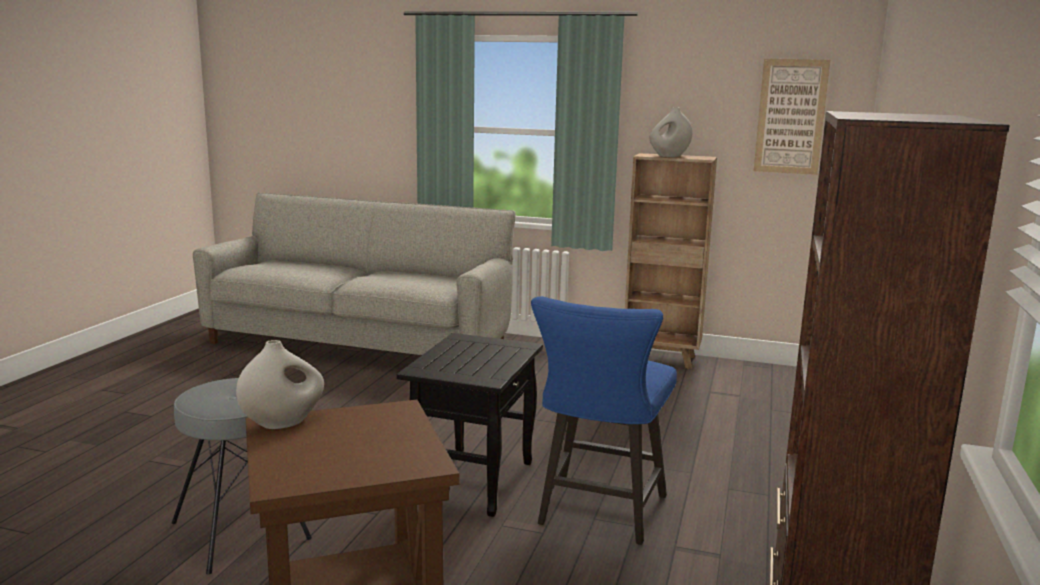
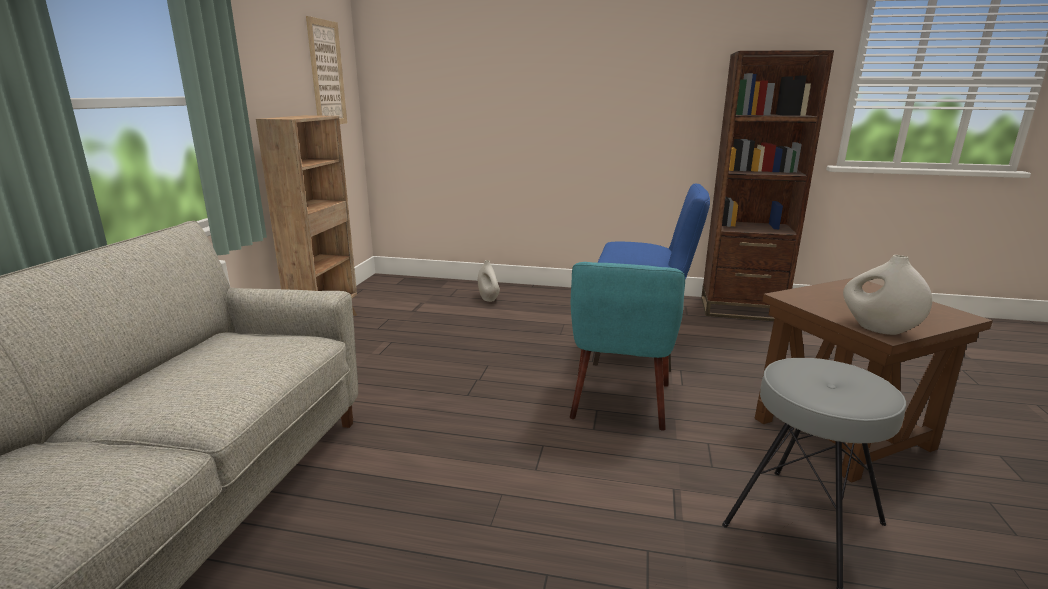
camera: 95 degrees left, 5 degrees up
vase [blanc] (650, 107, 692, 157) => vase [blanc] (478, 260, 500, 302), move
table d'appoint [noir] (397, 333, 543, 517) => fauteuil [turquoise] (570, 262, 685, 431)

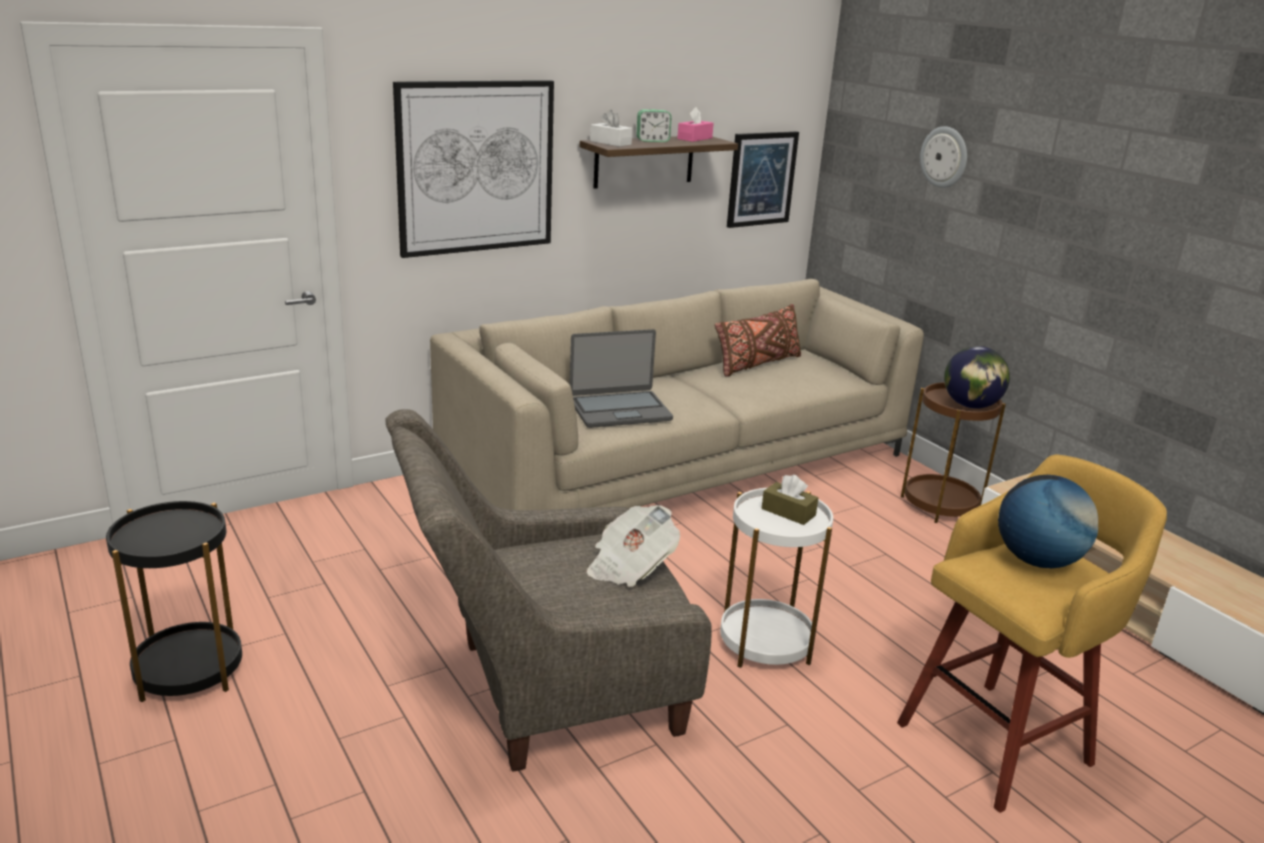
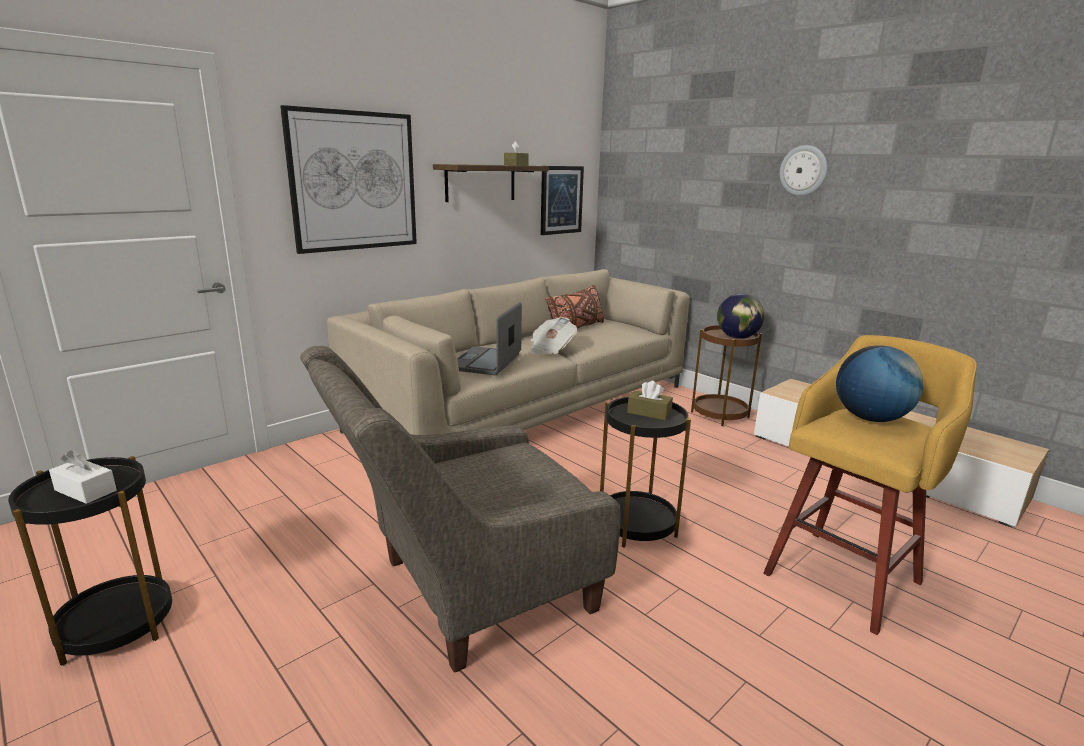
camera: 10 degrees left, 5 degrees down
réveil (637, 109, 672, 142) => nothing
journal (587, 505, 680, 587) => journal (529, 317, 577, 354), move
boîte à mouchoirs [blanc] (590, 110, 632, 147) => boîte à mouchoirs [blanc] (49, 450, 117, 504), move
horloge murale (920, 126, 967, 188) => horloge murale (780, 145, 827, 196), move
boîte à mouchoirs [rose] (677, 107, 714, 142) => boîte à mouchoirs [marron] (504, 141, 529, 165)
table d'appoint [blanc] (720, 488, 833, 668) => table d'appoint [noir] (600, 397, 691, 548)
ordinateur portable (569, 329, 673, 428) => ordinateur portable (457, 302, 522, 375), 135 degrees clockwise

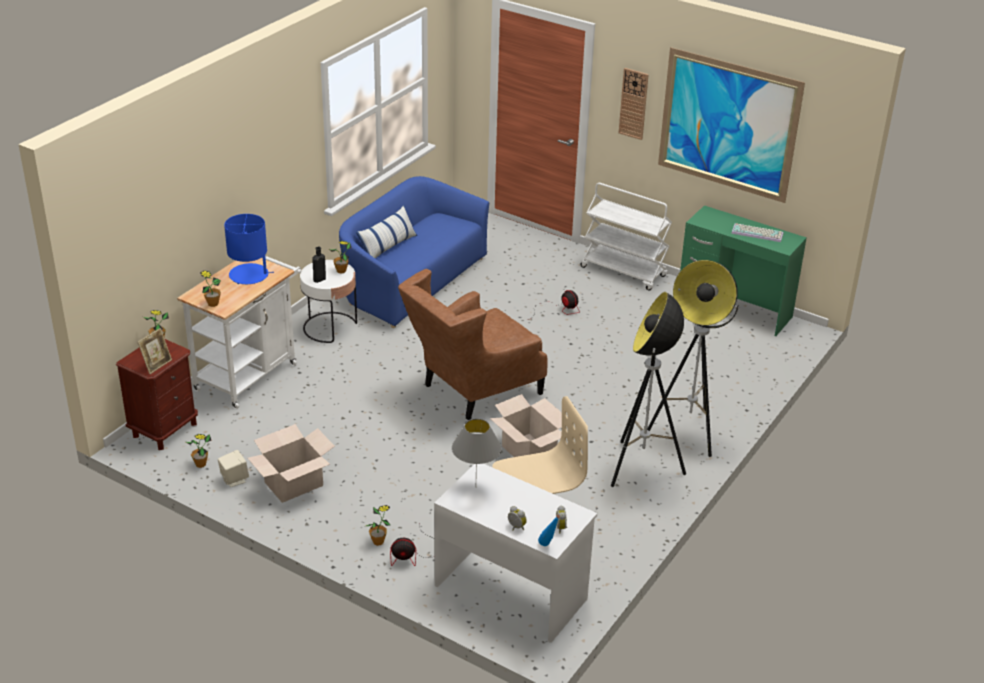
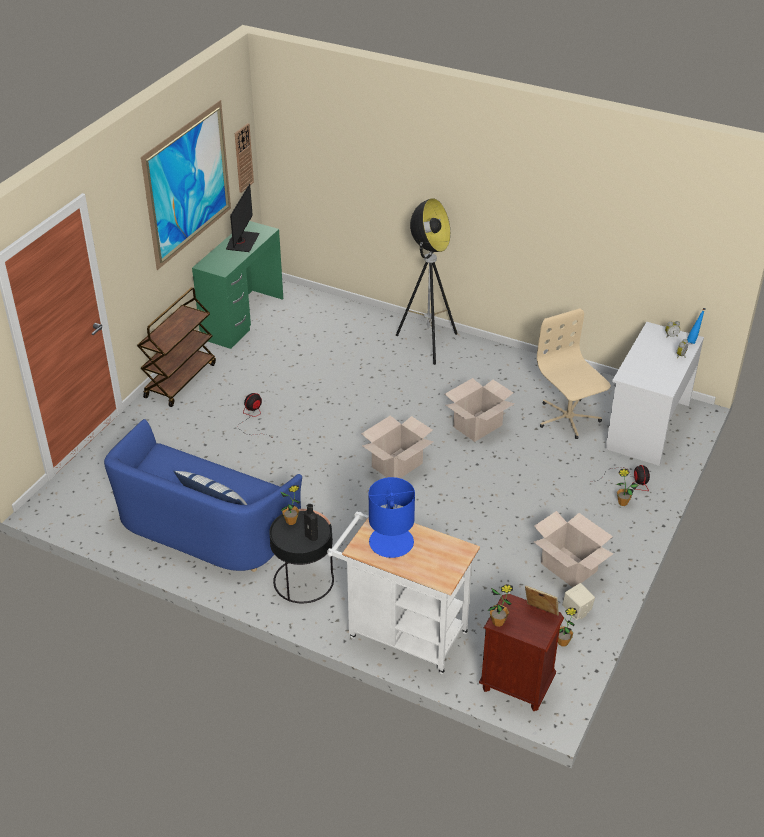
camera: 95 degrees left, 5 degrees up
plante en pot (200, 270, 221, 307) => nothing
lampe de table [gris] (452, 418, 502, 473) => nothing
lampadaire (611, 292, 686, 487) => nothing
horloge murale (619, 68, 649, 140) => horloge murale (235, 123, 254, 193), move
fauteuil [marron] (398, 269, 548, 420) => carton (361, 415, 434, 478)
clavier (731, 223, 783, 242) => écran d'ordinateur (226, 184, 260, 252)
table d'appoint [blanc] (300, 260, 357, 343) => table d'appoint [noir] (269, 509, 334, 603)
chariot [blanc] (580, 183, 672, 291) => chariot [marron] (137, 287, 216, 407)

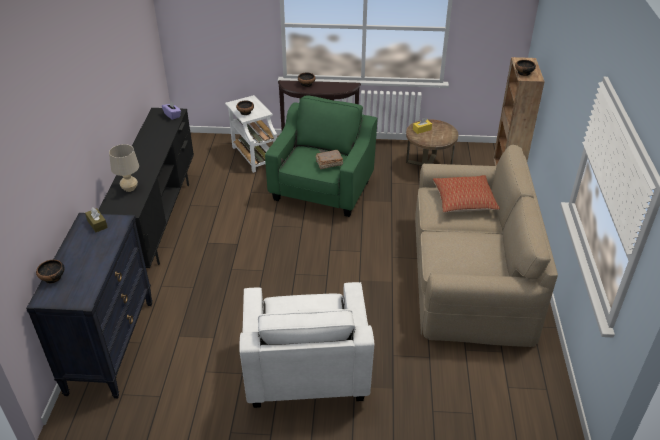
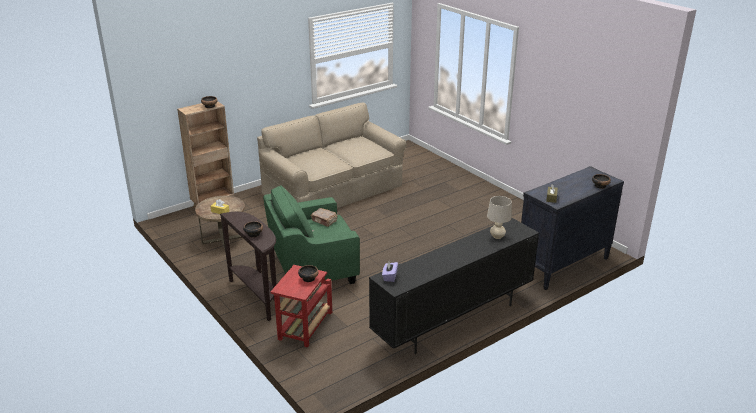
camera: 130 degrees left, 10 degrees down
fauteuil [blanc] (239, 282, 374, 408) => nothing
coussin (433, 175, 500, 213) => nothing
table d'appoint [blanc] (225, 95, 277, 173) => table d'appoint [rouge] (270, 265, 332, 347)

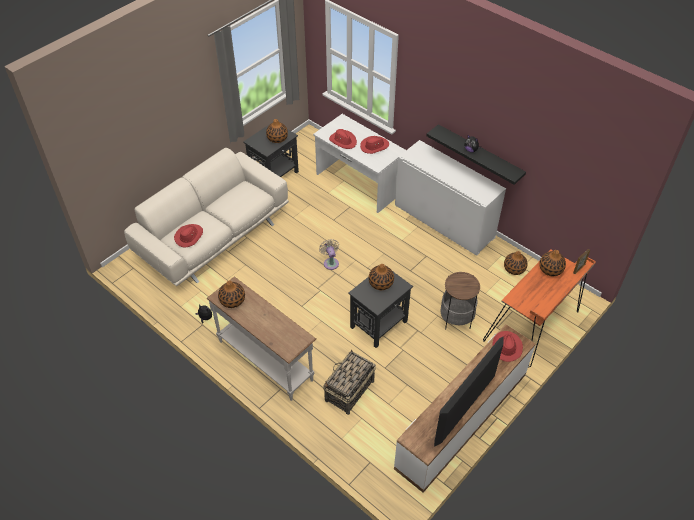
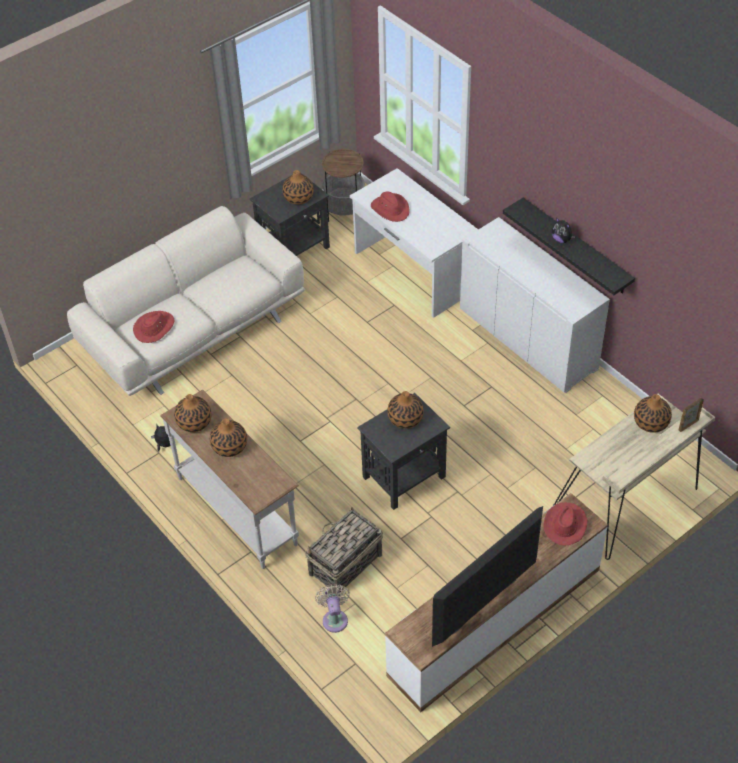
camera: 10 degrees right, 0 degrees up
chapeau [rouge] (360, 136, 389, 154) => nothing
ventilateur [beige] (319, 239, 339, 270) => ventilateur [beige] (315, 584, 350, 633), move
table d'appoint (441, 272, 480, 329) => table d'appoint (322, 149, 365, 222), move
vase (504, 251, 527, 275) => vase (210, 419, 247, 457), move
bureau [orange] (483, 250, 596, 367) => bureau [beige] (553, 394, 715, 560)

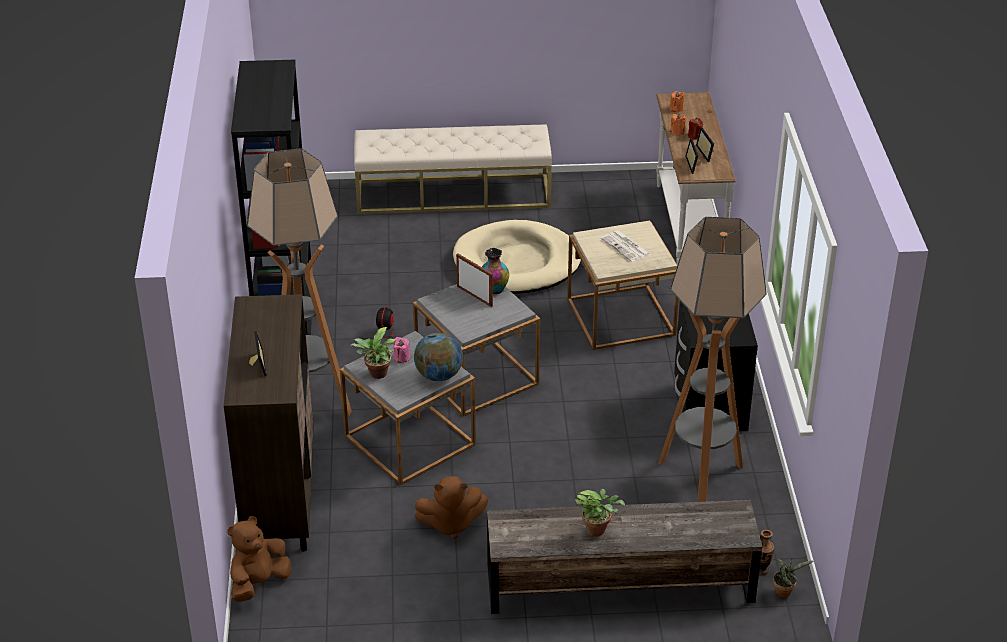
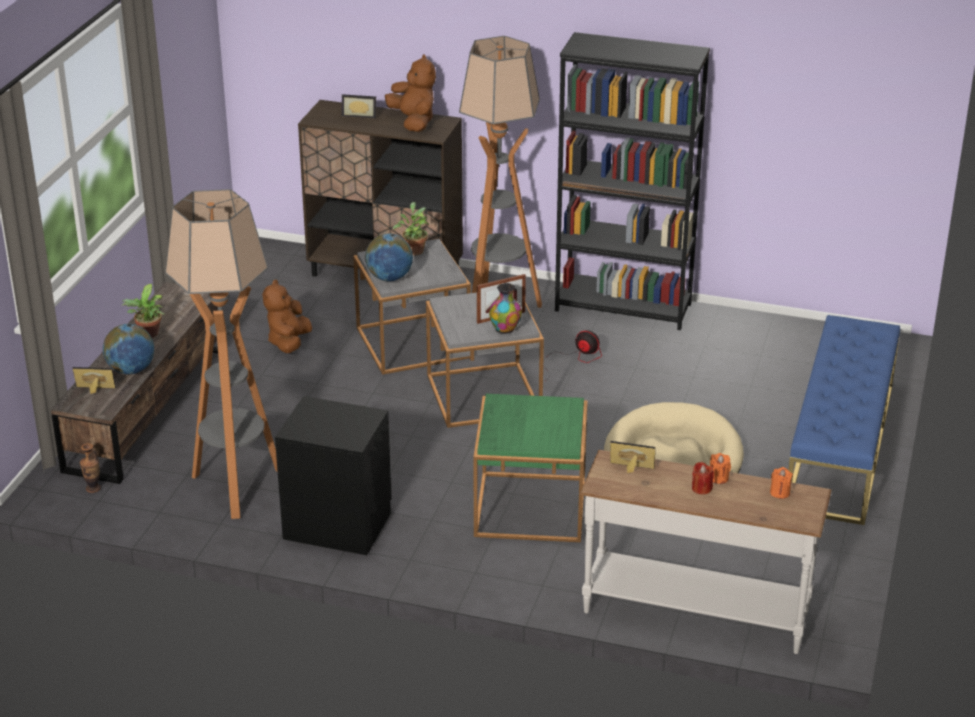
camera: 110 degrees right, 5 degrees down
bougie [rose] (393, 337, 410, 363) => nothing
journal (601, 230, 650, 262) => nothing
plante en pot (773, 557, 814, 598) => nothing
nothing => globe (103, 324, 154, 374)
peluche [marron] (227, 516, 291, 602) => peluche [marron] (385, 54, 436, 132), move
cadre photo (696, 127, 714, 162) => cadre photo (72, 367, 116, 394), move
banc [beige] (354, 124, 552, 214) => banc [bleu] (788, 315, 900, 525)
table d'appoint [beige] (567, 221, 679, 350) => table d'appoint [vert] (473, 394, 588, 542)

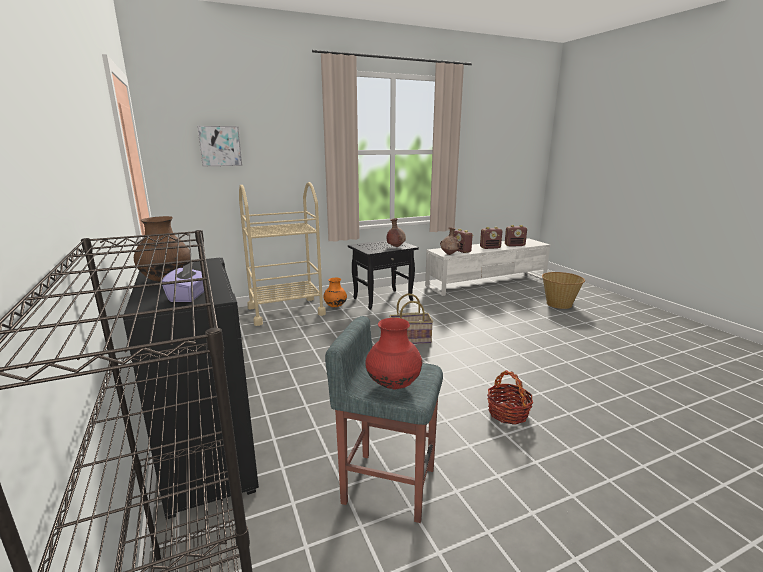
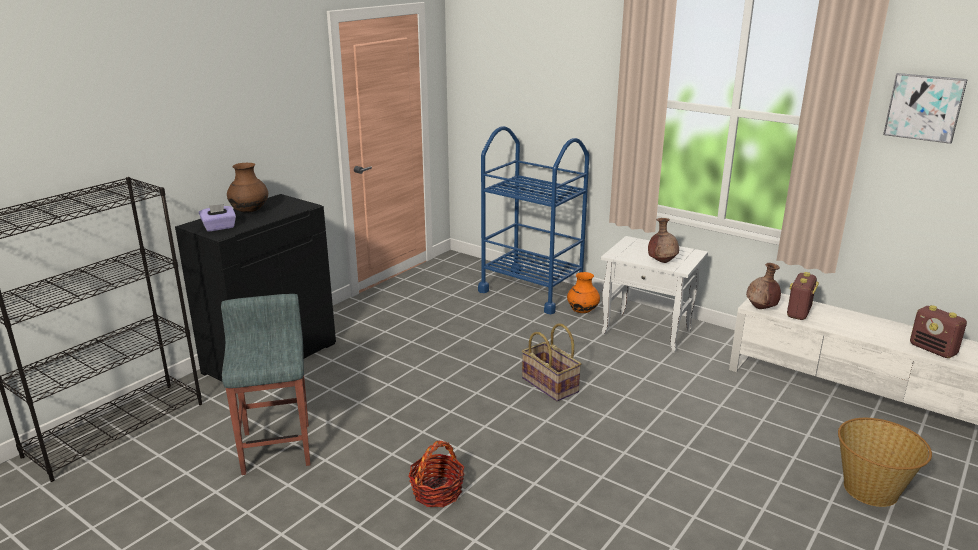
camera: 60 degrees right, 5 degrees up
vase [rouge] (365, 318, 422, 389) => nothing
radio (480, 227, 502, 249) => nothing
tableau (197, 126, 242, 166) => tableau (883, 73, 968, 144), move
chariot [beige] (239, 182, 326, 326) => chariot [bleu] (478, 126, 589, 314)
table d'appoint [noir] (348, 240, 419, 310) => table d'appoint [blanc] (601, 236, 708, 353)

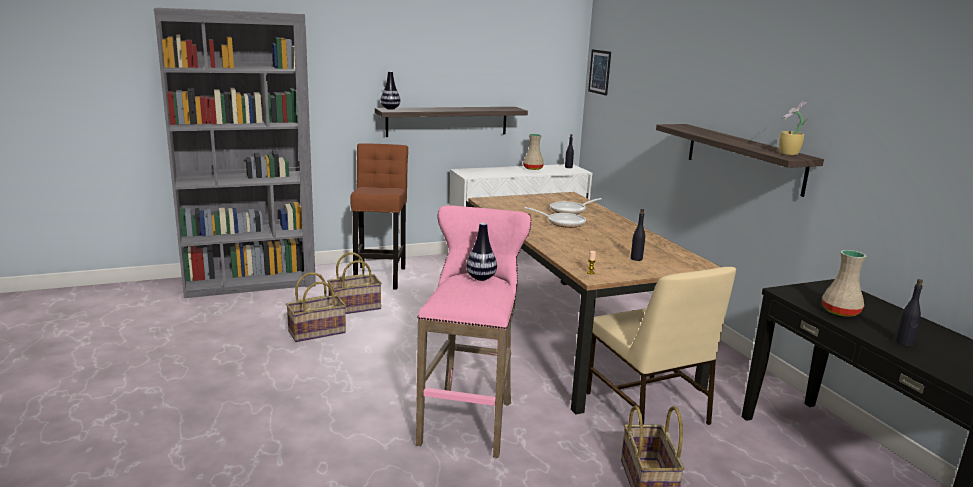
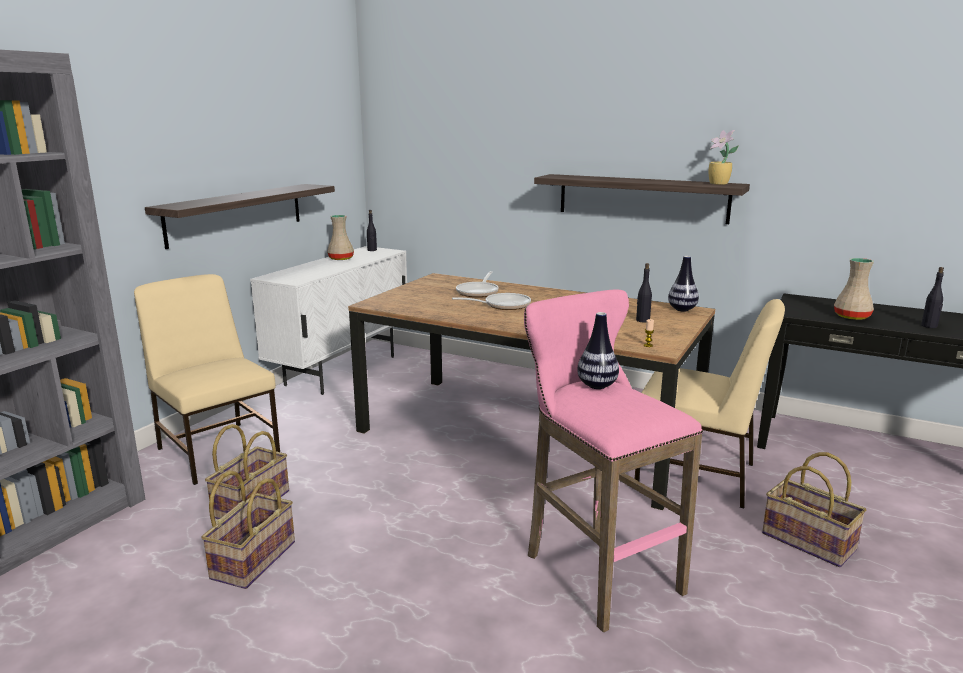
camera: 40 degrees left, 0 degrees up
tableau (588, 49, 611, 96) => nothing
vase (380, 71, 400, 110) => vase (668, 256, 699, 312), move
tabouret [marron] (350, 144, 408, 289) => chaise [beige] (134, 274, 280, 485)

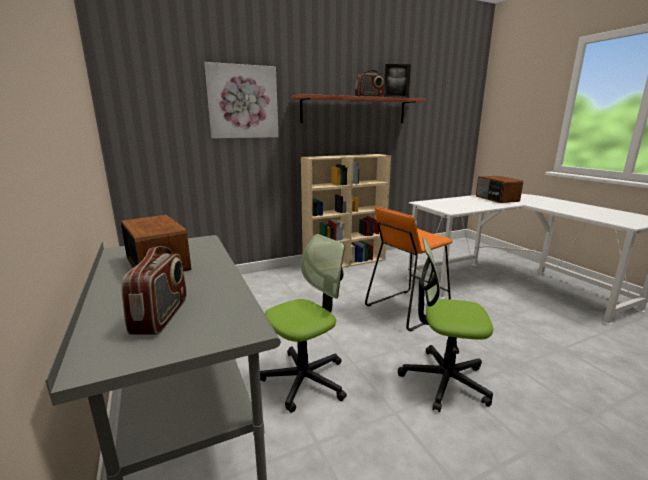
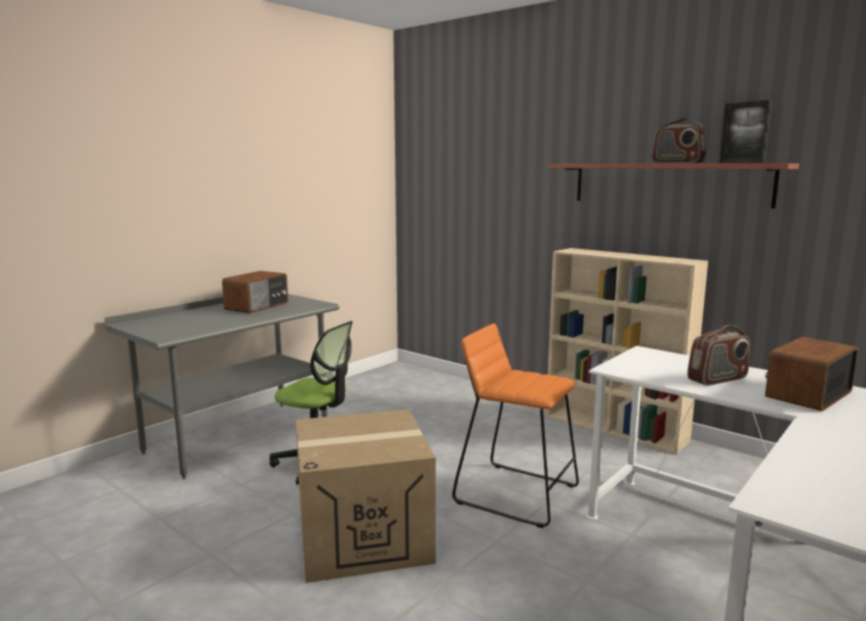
camera: 65 degrees right, 5 degrees down
tableau (204, 62, 279, 138) => nothing
radio (121, 246, 187, 335) => radio (687, 325, 750, 386), move
chaise de bureau (398, 237, 493, 412) => carton (296, 409, 436, 583)

